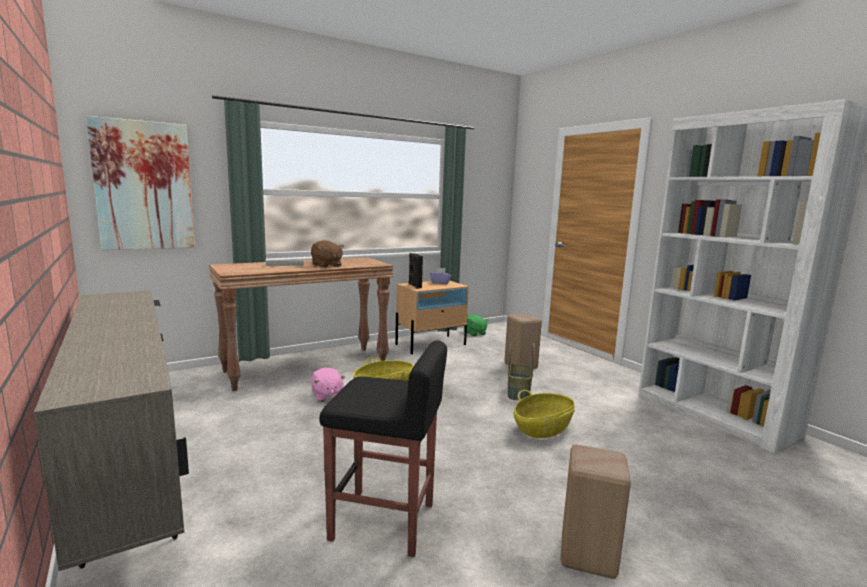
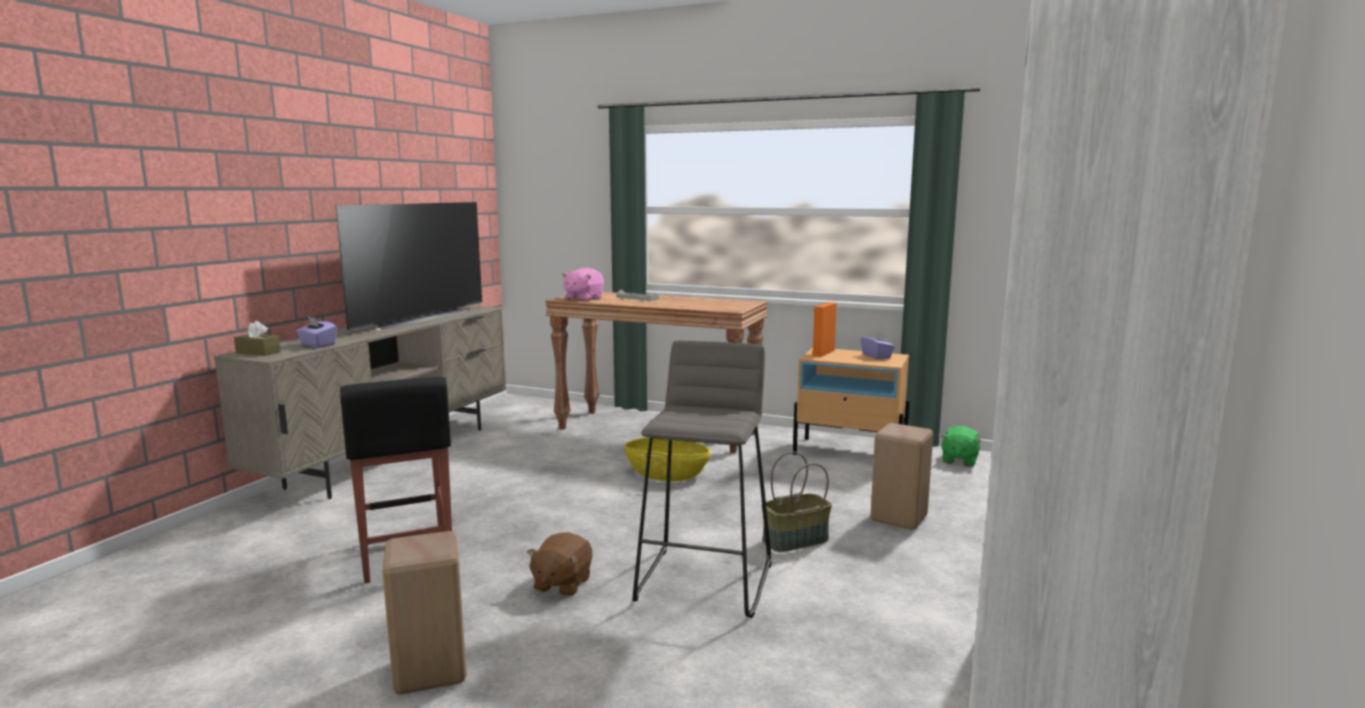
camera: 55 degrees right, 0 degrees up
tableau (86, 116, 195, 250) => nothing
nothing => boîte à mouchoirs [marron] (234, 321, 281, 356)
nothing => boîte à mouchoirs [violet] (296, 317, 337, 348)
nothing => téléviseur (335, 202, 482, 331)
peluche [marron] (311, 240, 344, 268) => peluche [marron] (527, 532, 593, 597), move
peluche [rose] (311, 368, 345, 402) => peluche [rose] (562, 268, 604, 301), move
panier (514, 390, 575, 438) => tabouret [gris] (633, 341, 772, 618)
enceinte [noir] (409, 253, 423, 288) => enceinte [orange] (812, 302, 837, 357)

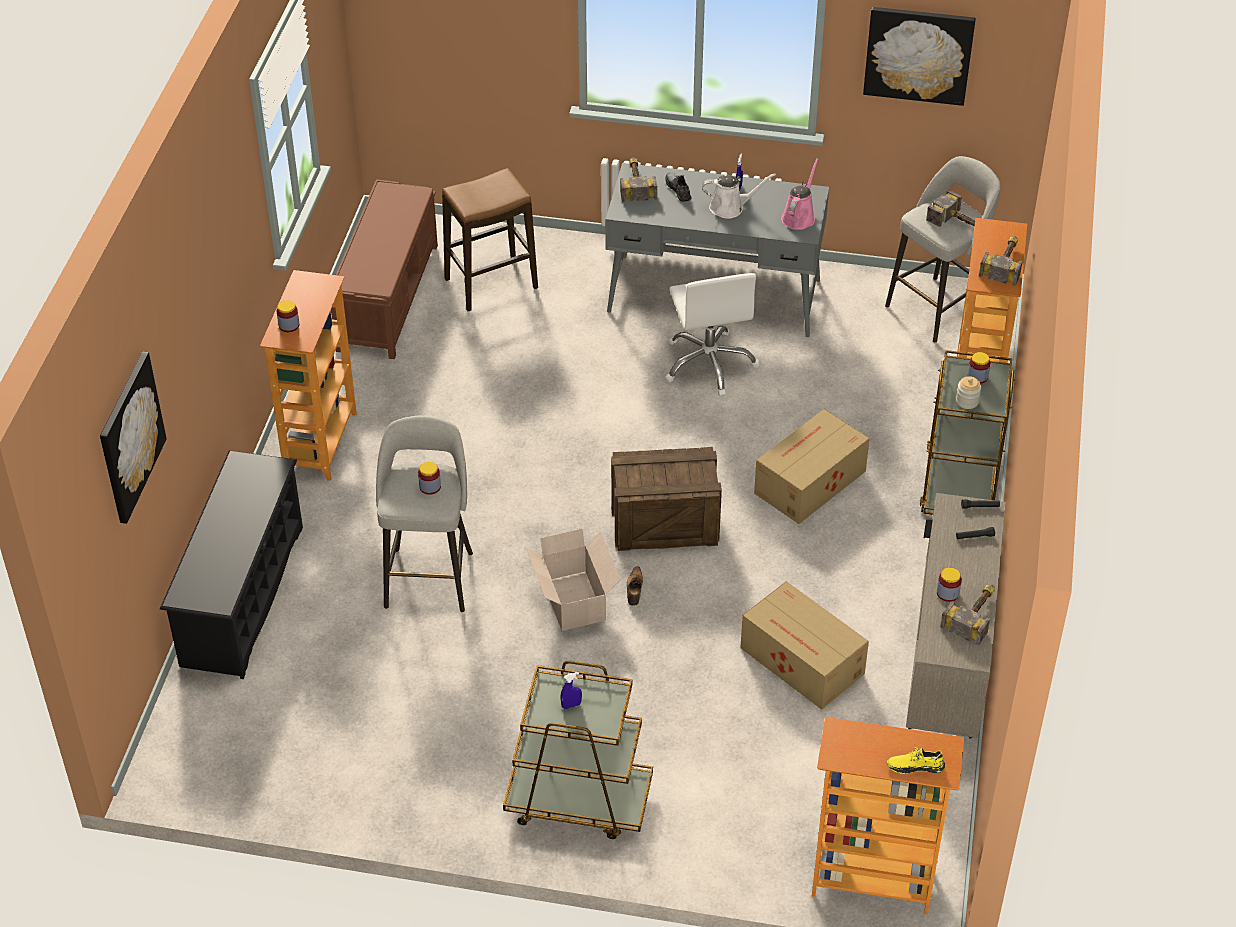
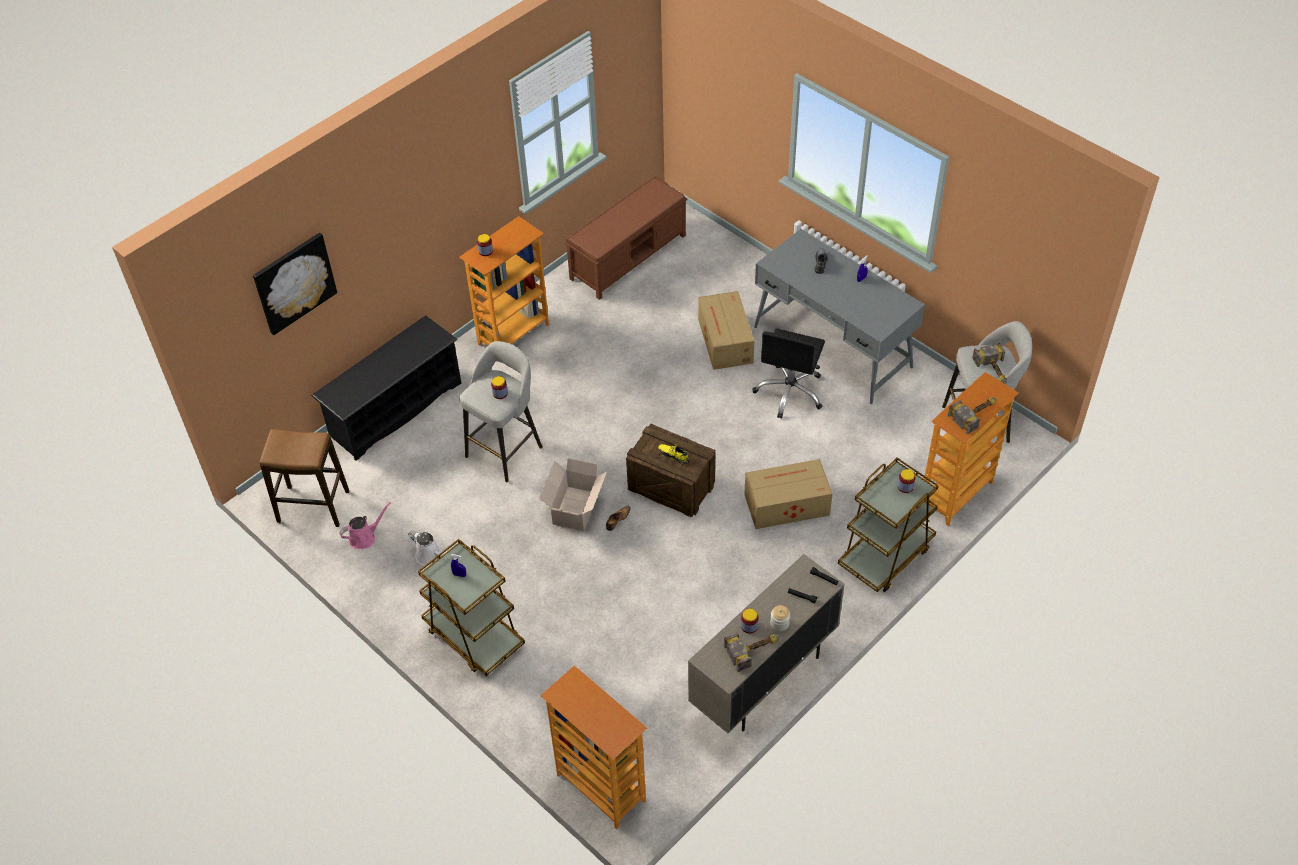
camera: 35 degrees right, 5 degrees up
marteau (620, 157, 657, 202) => nothing
tableau (863, 7, 976, 106) => nothing
tabouret (442, 168, 538, 311) => tabouret (259, 429, 349, 527), move
arrosoir [blanc] (702, 173, 776, 219) => arrosoir [blanc] (408, 530, 447, 566), move
carton (740, 581, 869, 710) => carton (698, 291, 754, 370), move
arrosoir [rose] (781, 158, 818, 230) => arrosoir [rose] (339, 502, 391, 549), move
chaussure [jaune] (887, 747, 945, 774) => chaussure [jaune] (658, 444, 689, 465), move
bocal (956, 376, 981, 409) => bocal (770, 605, 790, 631), move
chaise de bureau [blanc] (665, 273, 760, 396) => chaise de bureau [noir] (753, 328, 825, 419)

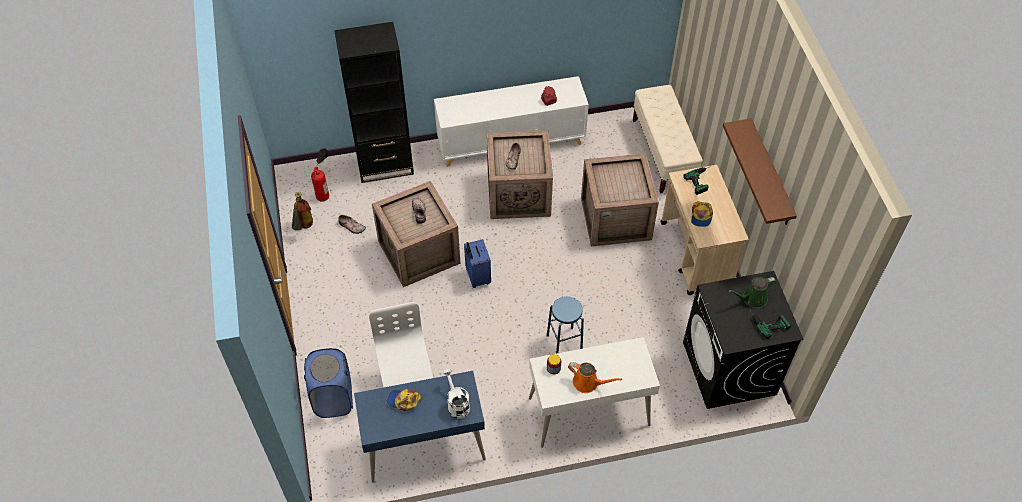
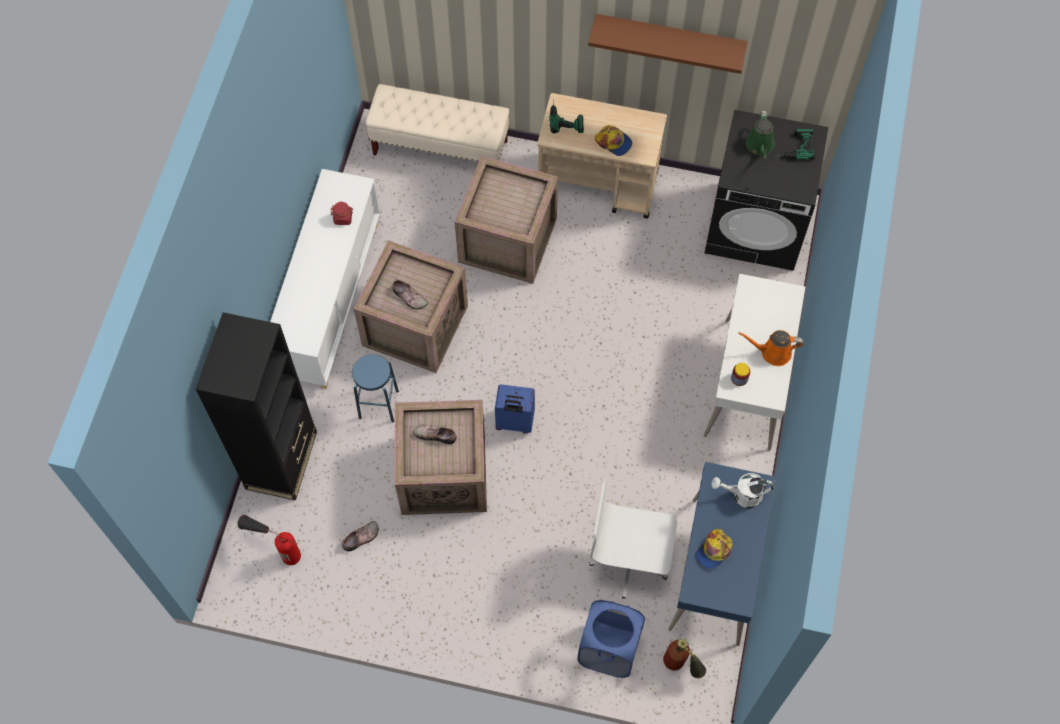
camera: 65 degrees left, 10 degrees up
extincteur (292, 192, 313, 231) => extincteur (663, 639, 706, 678), move
tabouret [bleu] (547, 296, 584, 354) => tabouret [bleu] (352, 354, 399, 423), move
arrosoir [orange] (568, 362, 622, 393) => arrosoir [orange] (738, 330, 803, 366), 135 degrees counterclockwise

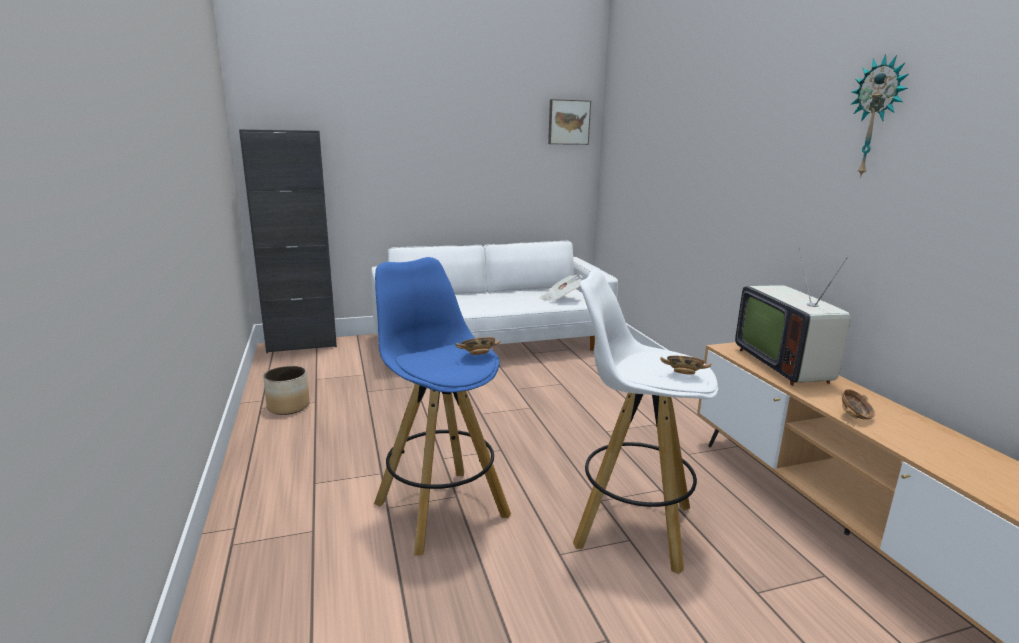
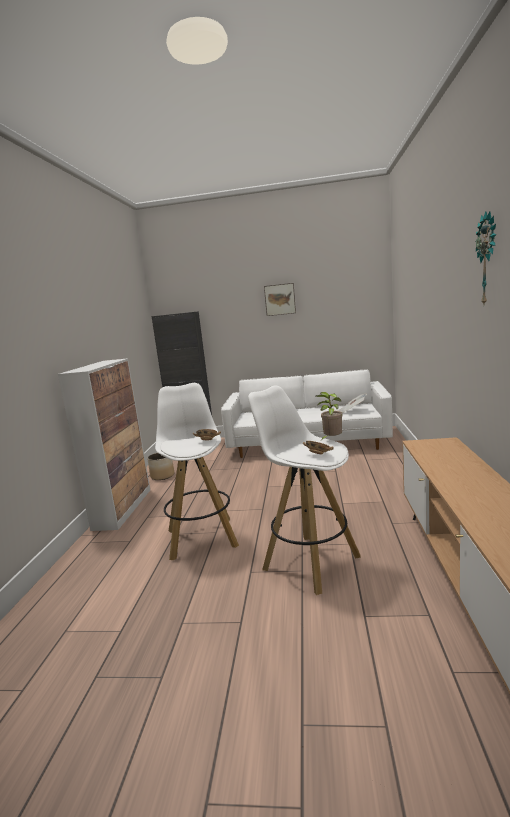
camera: 25 degrees right, 5 degrees down
téléviseur (735, 248, 851, 386) => nothing
bol (842, 389, 875, 419) => nothing
nothing => meuble de rangement (58, 358, 150, 531)
nothing => plante en pot (316, 392, 343, 440)
tableau (548, 99, 591, 145) => tableau (264, 283, 296, 316), move
tabouret [bleu] (374, 257, 511, 556) => tabouret [blanc] (155, 383, 239, 560)

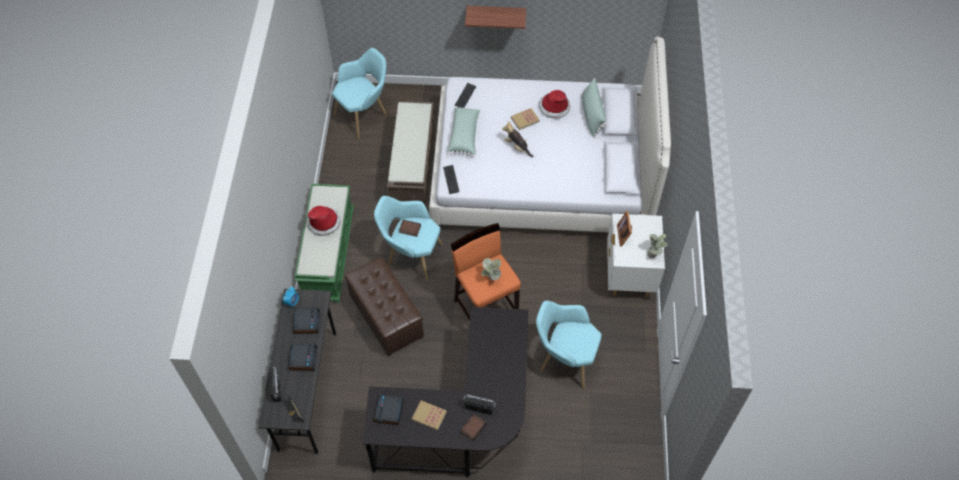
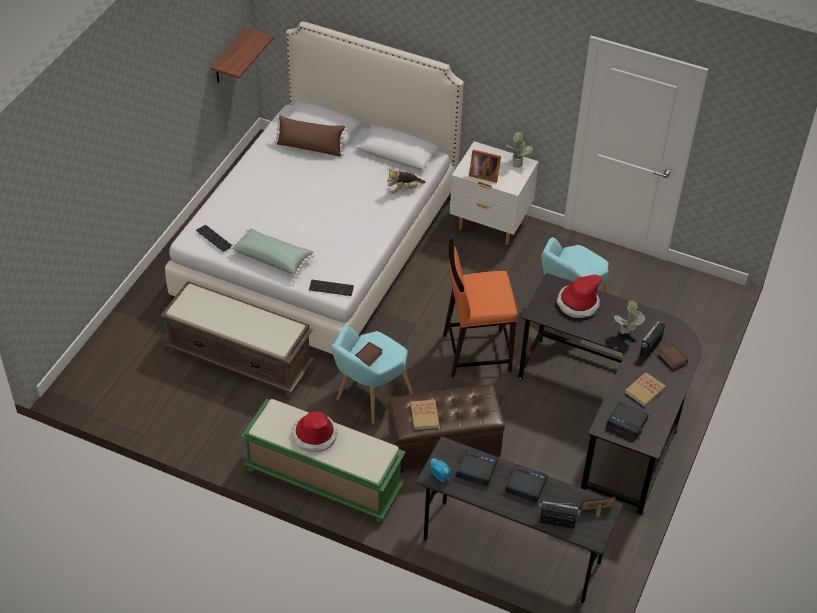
camera: 70 degrees left, 10 degrees down
fauteuil [turquoise] (332, 48, 387, 138) => nothing
étagère (465, 6, 526, 29) => étagère (210, 28, 274, 83), move
plante en pot (481, 258, 501, 281) => plante en pot (614, 301, 645, 334), move
peluche (502, 121, 533, 157) => peluche (387, 169, 425, 194), move
livre (511, 108, 540, 130) => livre (410, 400, 439, 430), move
chapeau (539, 90, 571, 119) => chapeau (557, 275, 602, 318), move
coussin [vert] (582, 78, 607, 138) => coussin [marron] (275, 115, 347, 157)

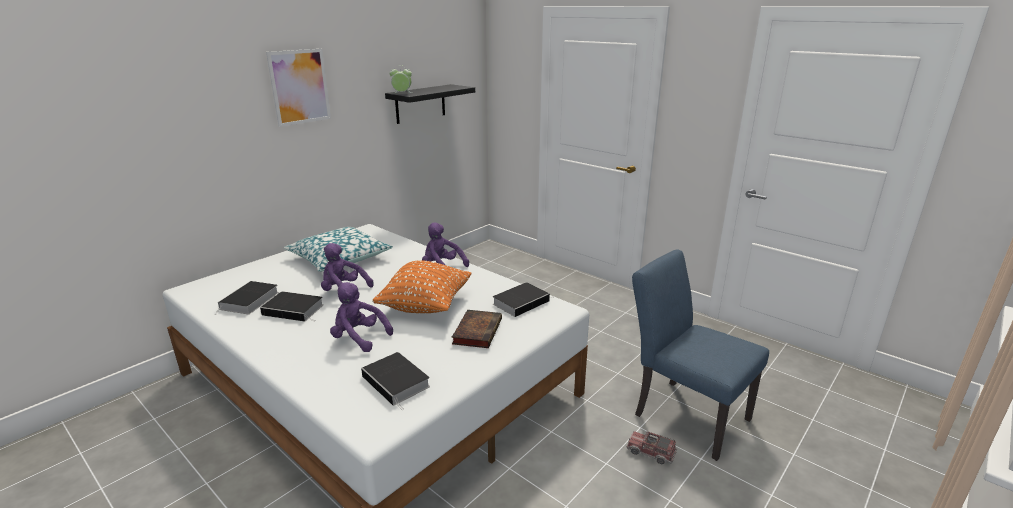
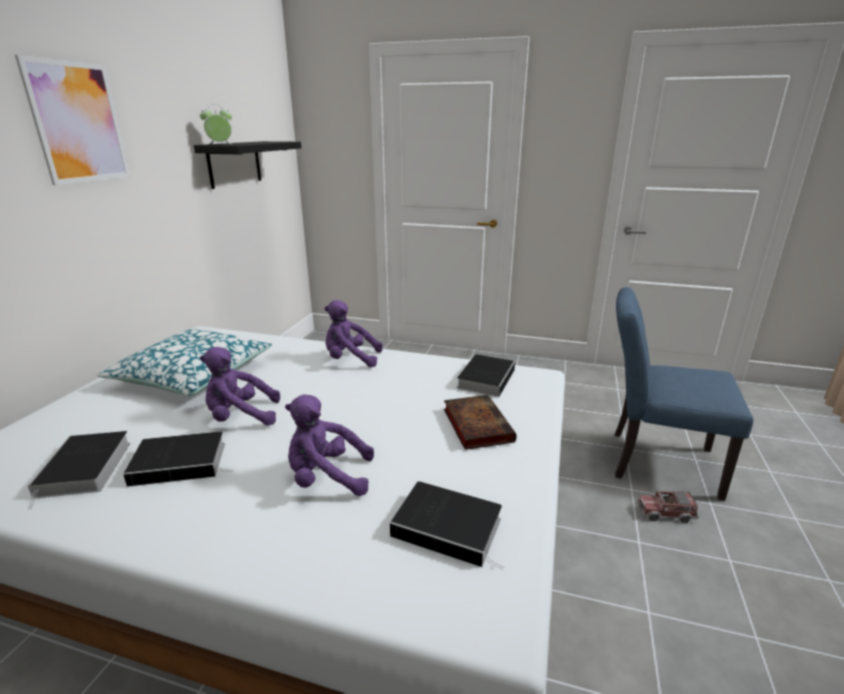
camera: 25 degrees left, 0 degrees up
coussin [orange] (373, 260, 471, 313) => nothing

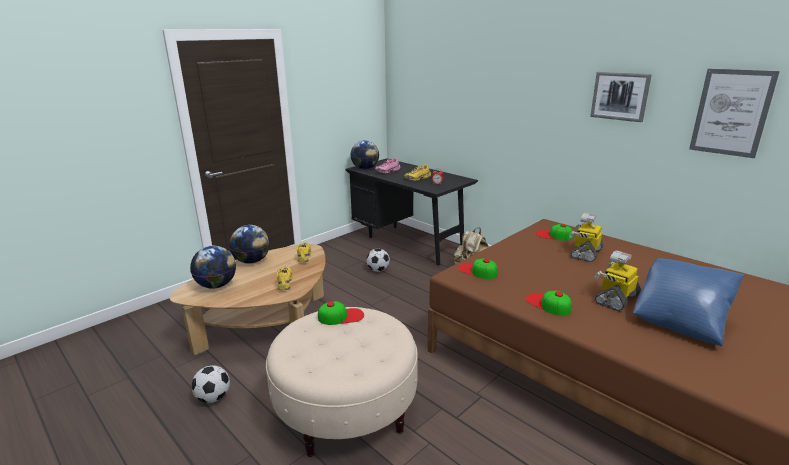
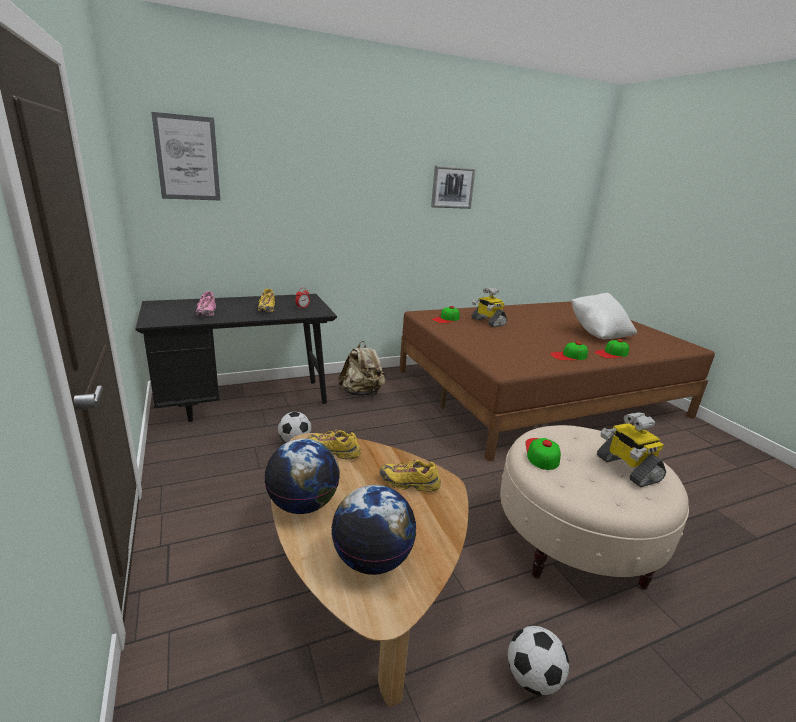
camera: 70 degrees left, 0 degrees up
globe (351, 140, 379, 169) => nothing
casquette (458, 258, 498, 279) => casquette (595, 339, 629, 359), move
robot jouet (594, 251, 641, 311) => robot jouet (597, 412, 666, 487), move
tableau (689, 69, 780, 158) => tableau (151, 112, 220, 200), move
coussin [bleu] (633, 258, 745, 346) => coussin [blanc] (571, 293, 637, 339)

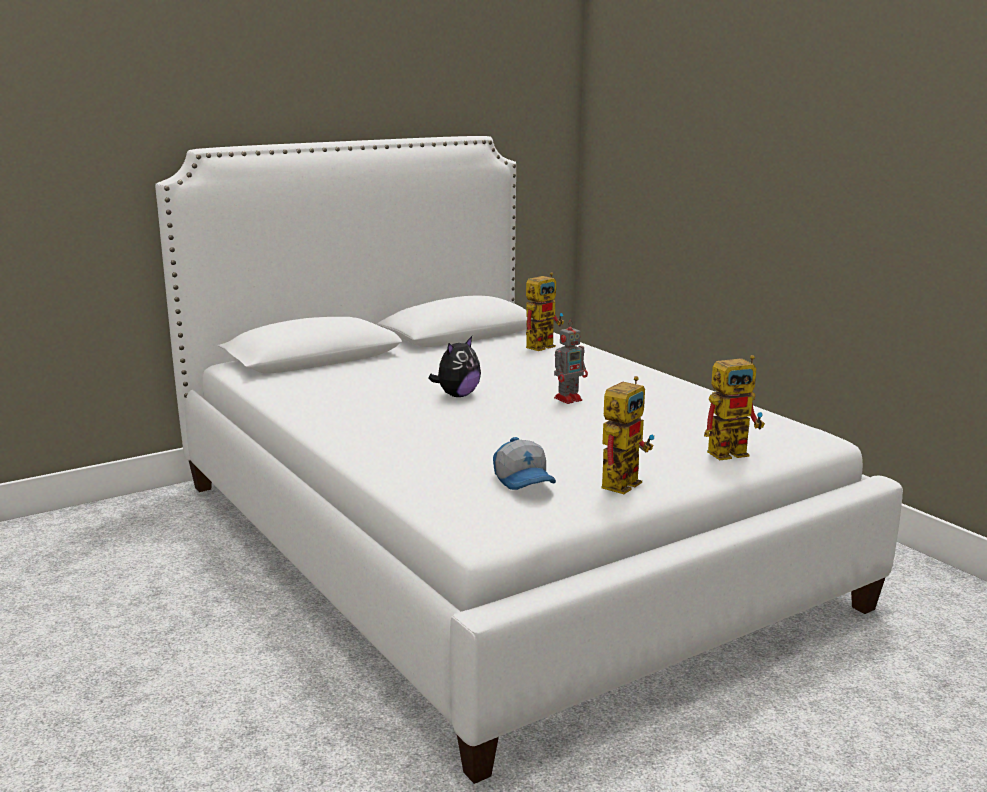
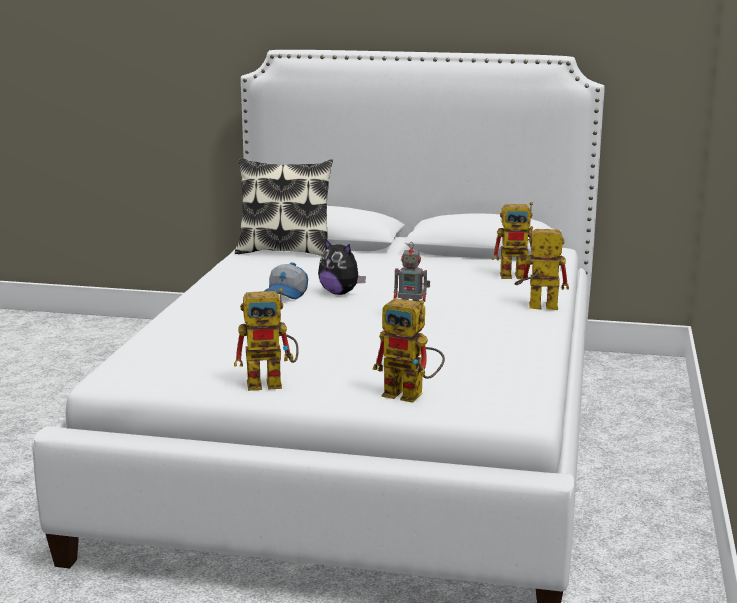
camera: 45 degrees right, 0 degrees up
nothing => coussin (235, 158, 333, 256)
nothing => robot jouet (515, 226, 569, 310)
casquette (493, 437, 556, 490) => casquette (265, 262, 308, 299), move
peluche (428, 336, 481, 397) => peluche (318, 239, 366, 295), 45 degrees clockwise

